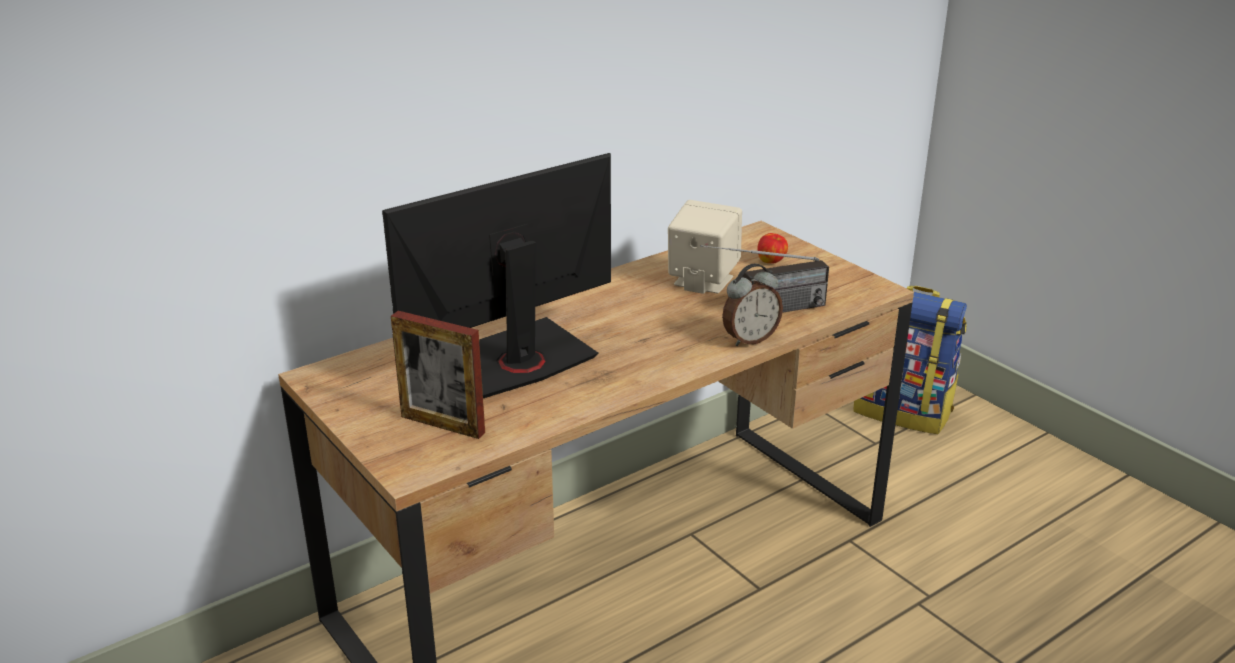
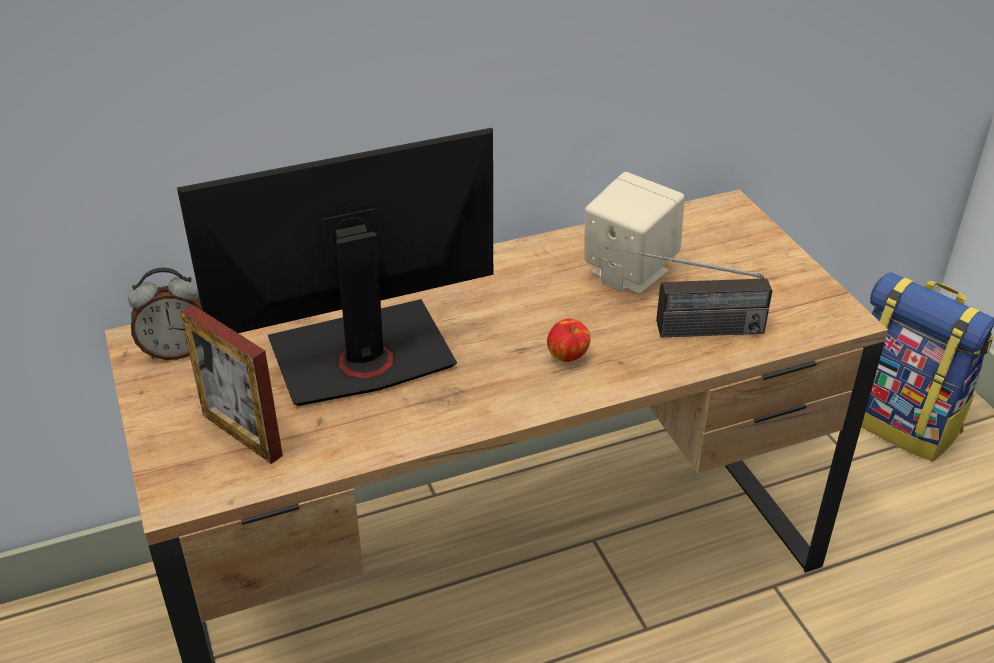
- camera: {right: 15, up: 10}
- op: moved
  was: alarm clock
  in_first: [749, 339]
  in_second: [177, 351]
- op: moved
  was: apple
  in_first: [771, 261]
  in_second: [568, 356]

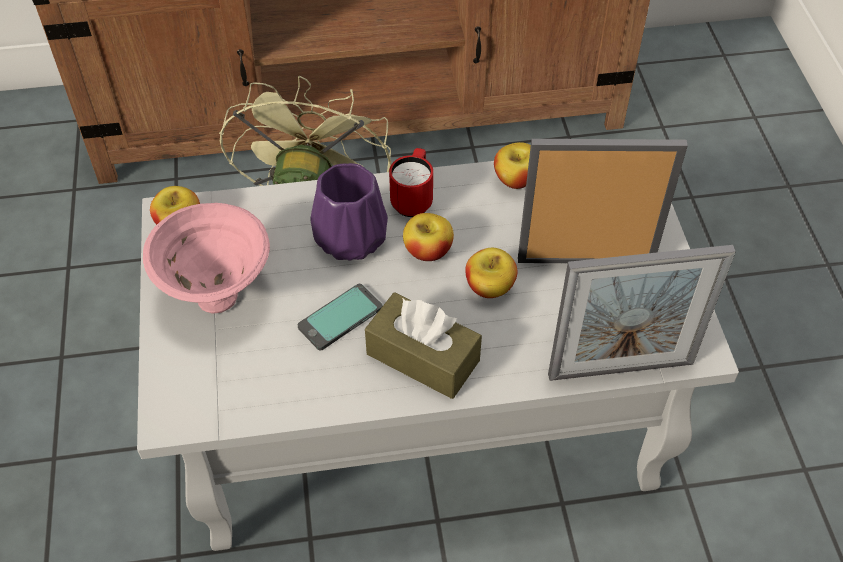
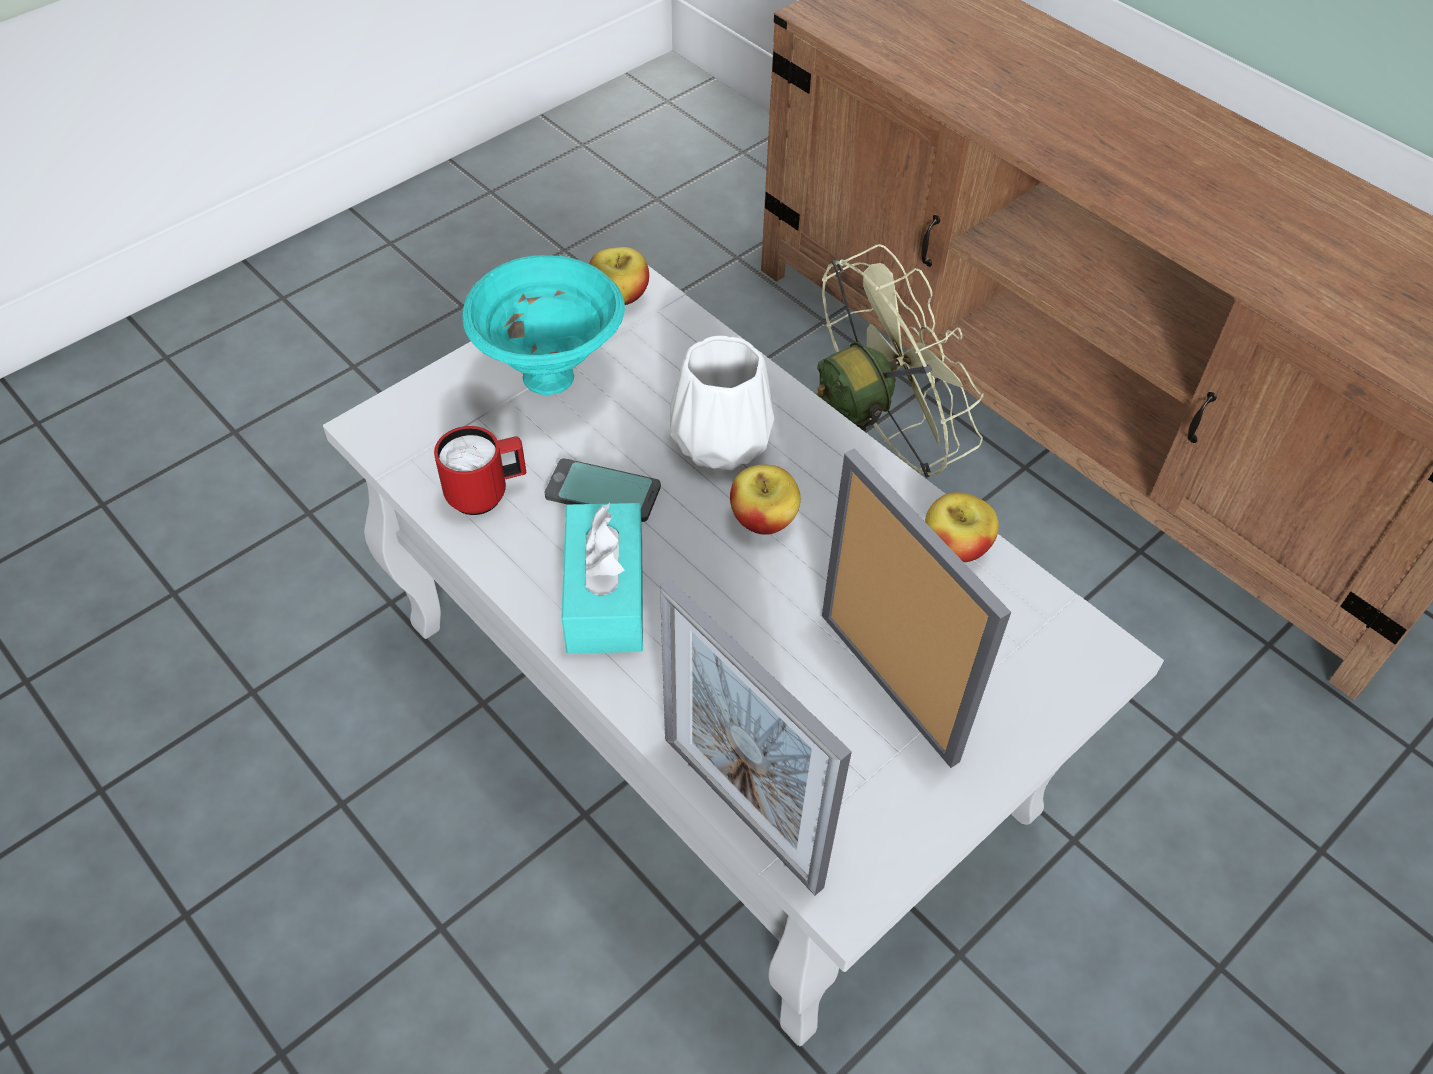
- camera: {right: 55, up: 0}
- op: recoloured
  was: pink bowl
  now: turquoise bowl
  in_first: [217, 295]
  in_second: [552, 376]
- op: recoloured
  was: purple vase
  now: white vase
  in_first: [348, 238]
  in_second: [719, 439]
- op: recoloured
  was: brown tissue box
  now: turquoise tissue box
  in_first: [423, 357]
  in_second: [605, 595]
- op: moved
  was: red mug
  in_first: [413, 199]
  in_second: [487, 494]
- op: removed
  was: apple
  in_first: [489, 287]

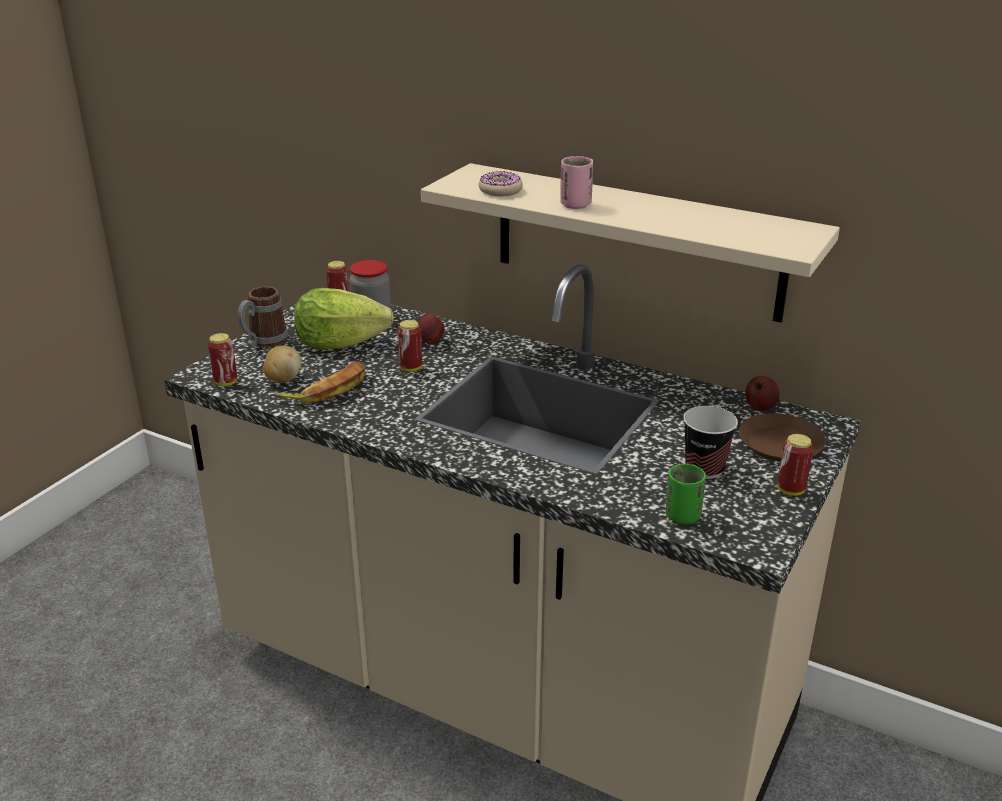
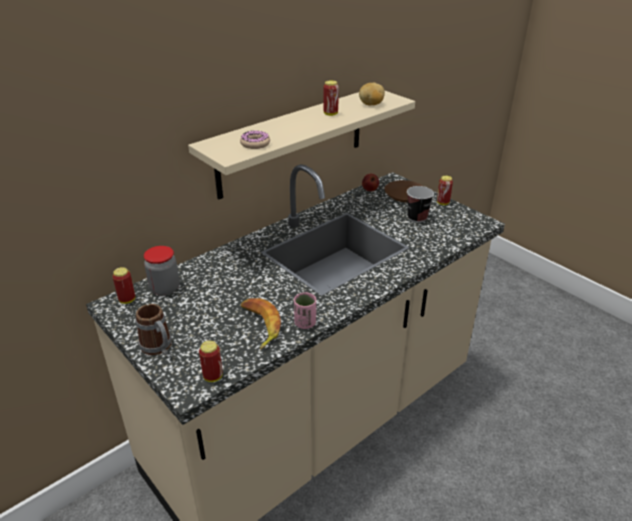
- camera: {right: -70, up: 5}
- op: moved
  was: potato
  in_first: [283, 379]
  in_second: [371, 104]
- op: removed
  was: lettuce
  in_first: [339, 344]
- op: moved
  was: can
  in_first: [411, 368]
  in_second: [330, 114]
- op: removed
  was: apple
  in_first: [429, 343]
- op: moved
  was: pink cup
  in_first: [575, 205]
  in_second: [305, 323]
- op: removed
  was: green cup
  in_first: [682, 516]

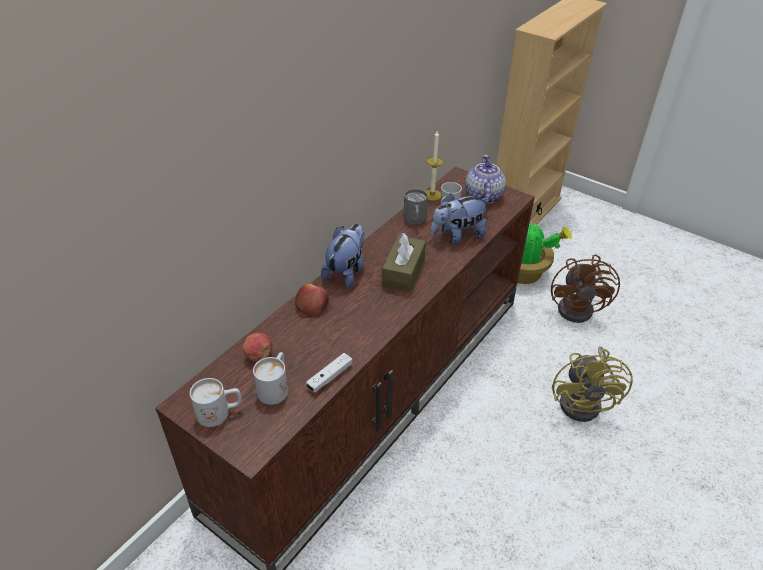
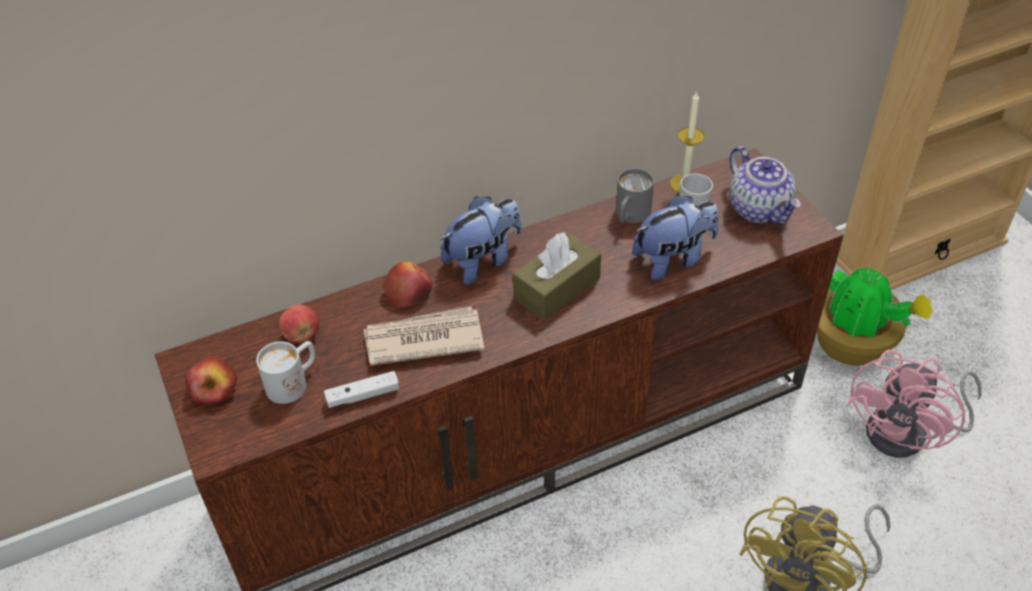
- camera: {right: 30, up: 5}
- op: replaced
  was: white mug
  now: apple
  in_first: [220, 413]
  in_second: [214, 388]
- op: turned
  was: plush toy
  in_first: [457, 236]
  in_second: [673, 259]
  clockwise: 150
- op: turned
  was: teapot
  in_first: [482, 196]
  in_second: [760, 209]
  clockwise: 120
- op: recoloured
  was: brown fan
  now: pink fan
  in_first: [580, 308]
  in_second: [908, 434]
- op: added
  now: newspaper
  in_second: [423, 339]

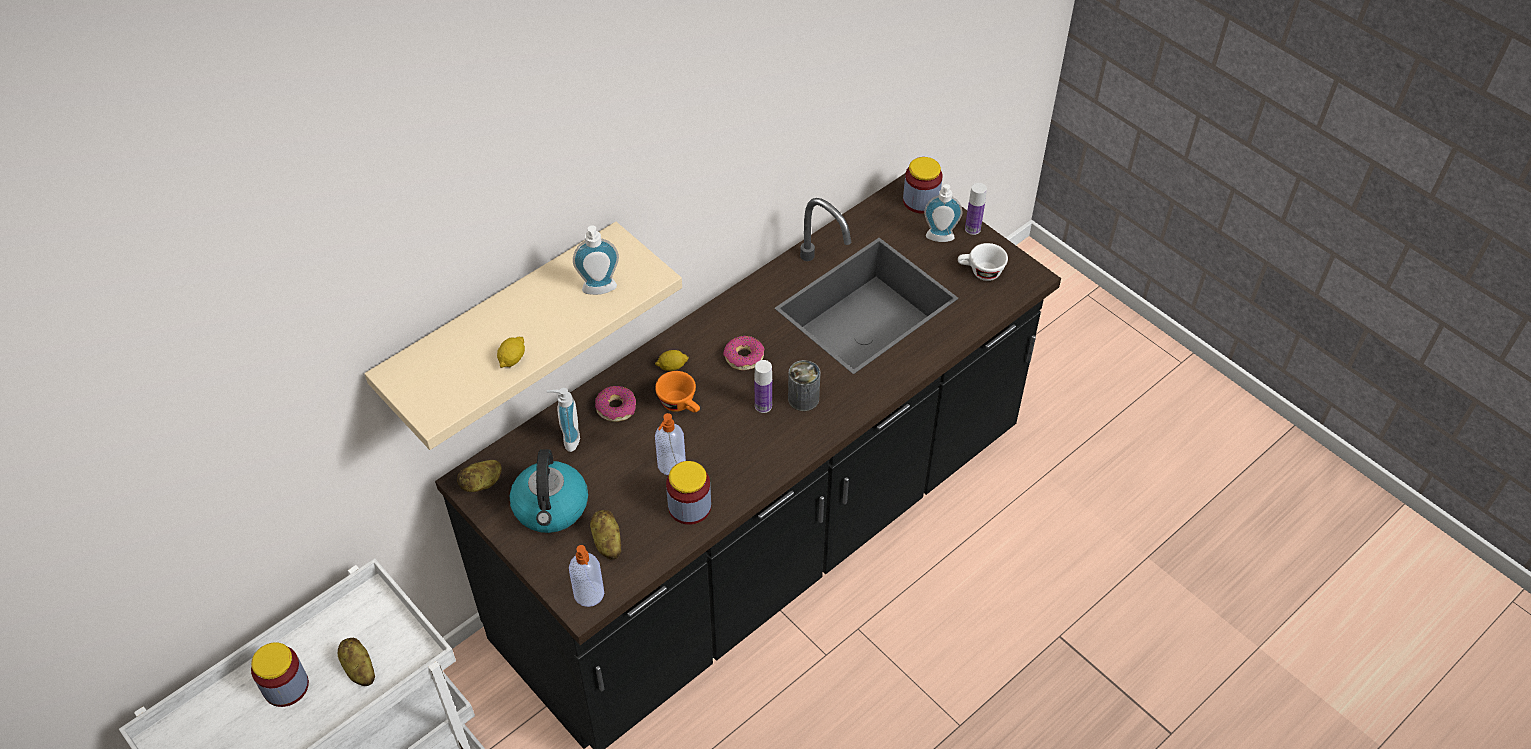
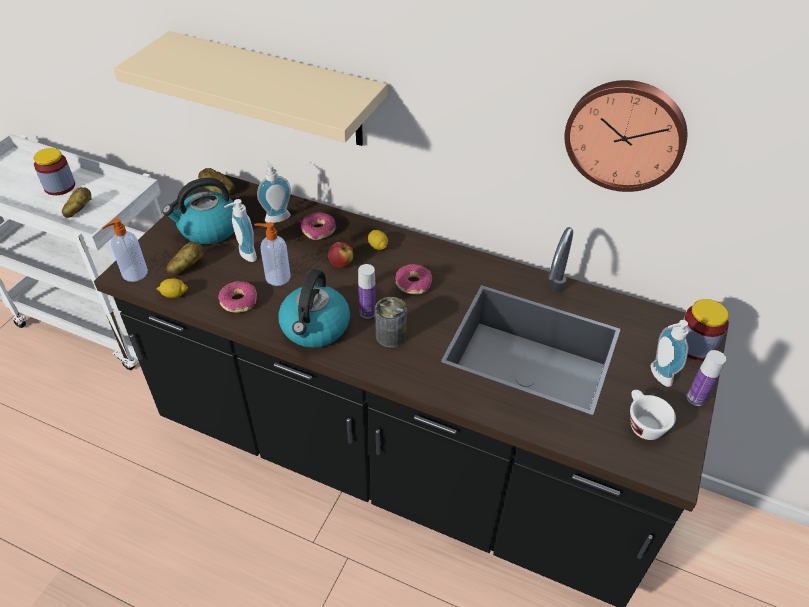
- camera: {right: 65, up: -5}
- op: moved
  was: lemon
  in_first: [512, 359]
  in_second: [174, 294]
- op: moved
  was: soap dispenser
  in_first: [600, 291]
  in_second: [244, 255]
- op: replaced
  was: orange cup
  now: apple
  in_first: [681, 405]
  in_second: [341, 263]
- op: replaced
  was: jar
  now: donut
  in_first: [689, 507]
  in_second: [239, 301]
- op: added
  now: kettle
  in_second: [315, 328]
- op: added
  now: wall clock
  in_second: [625, 134]

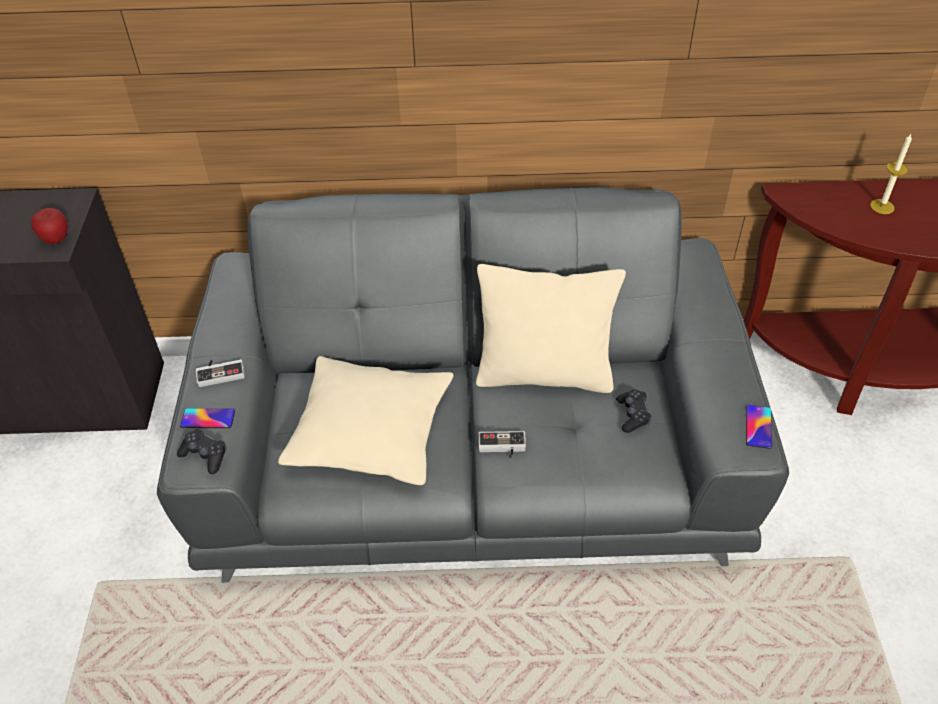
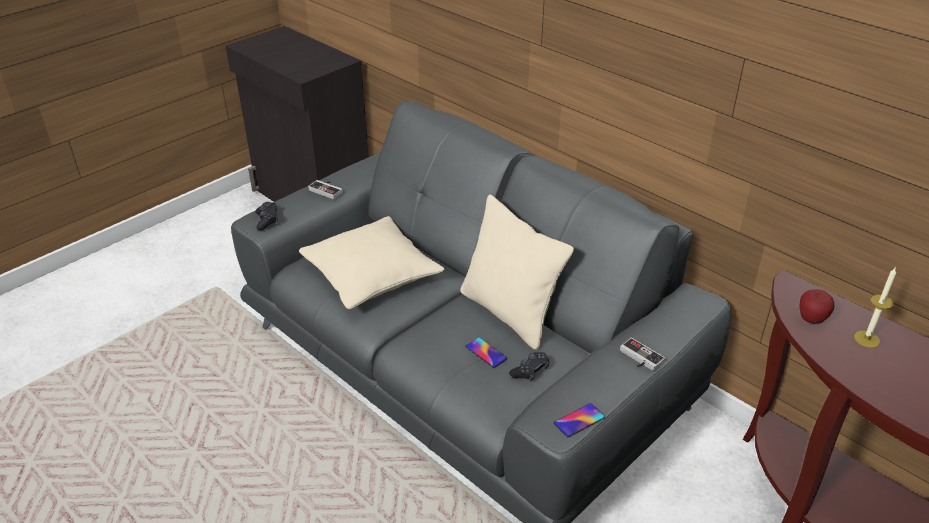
- camera: {right: 45, up: -10}
- op: moved
  was: apple
  in_first: [56, 240]
  in_second: [811, 320]
- op: moved
  was: phone
  in_first: [208, 418]
  in_second: [486, 352]
- op: moved
  was: game controller
  in_first: [502, 447]
  in_second: [639, 358]

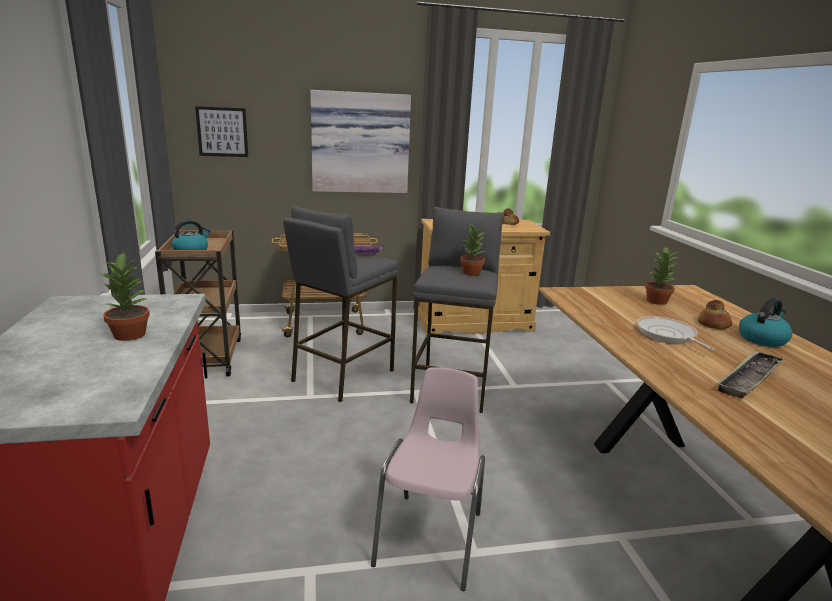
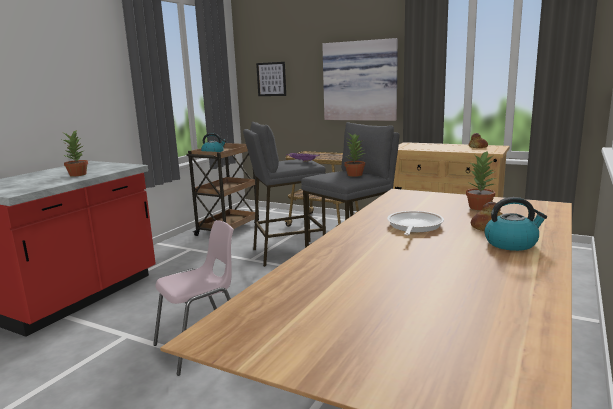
- camera: {right: 40, up: -5}
- op: removed
  was: tray
  in_first: [749, 379]

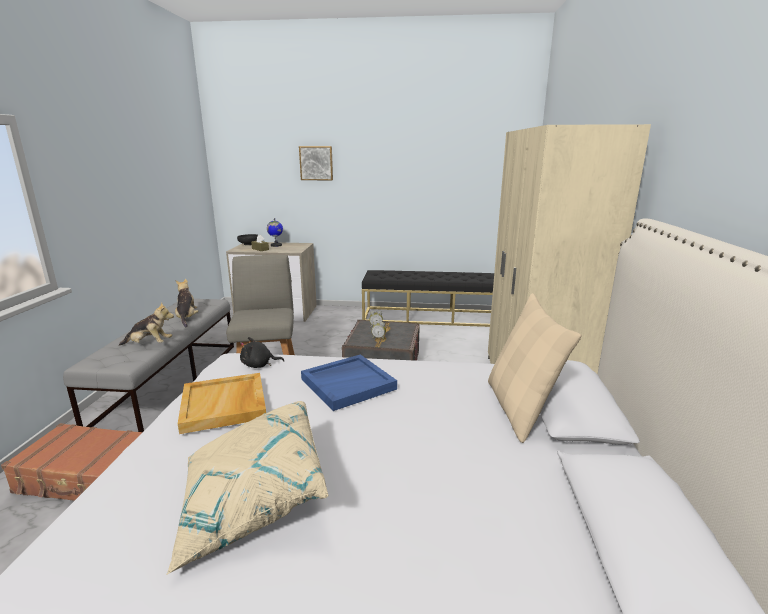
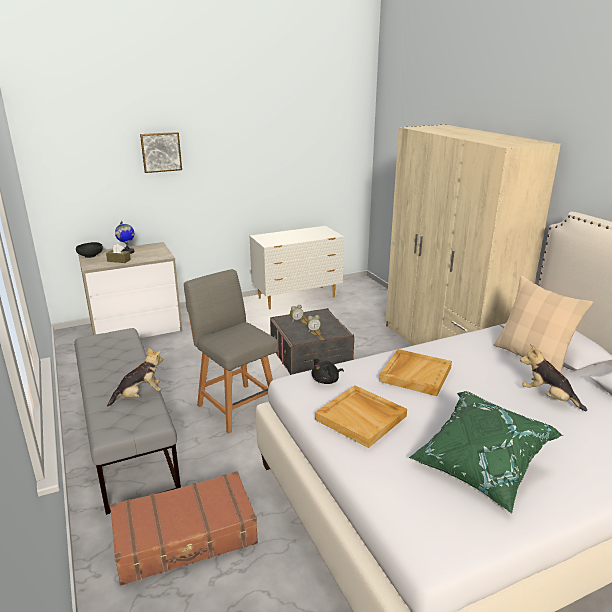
- camera: {right: -30, up: 5}
- op: recoloured
  was: beige pillow
  now: green pillow
  in_first: [251, 502]
  in_second: [479, 466]
- op: moved
  was: plush toy
  in_first: [187, 318]
  in_second: [548, 397]
- op: recoloured
  was: blue tray
  now: beige tray
  in_first: [348, 383]
  in_second: [415, 374]
- op: replaced
  was: black bench
  now: white dresser
  in_first: [430, 317]
  in_second: [297, 298]

